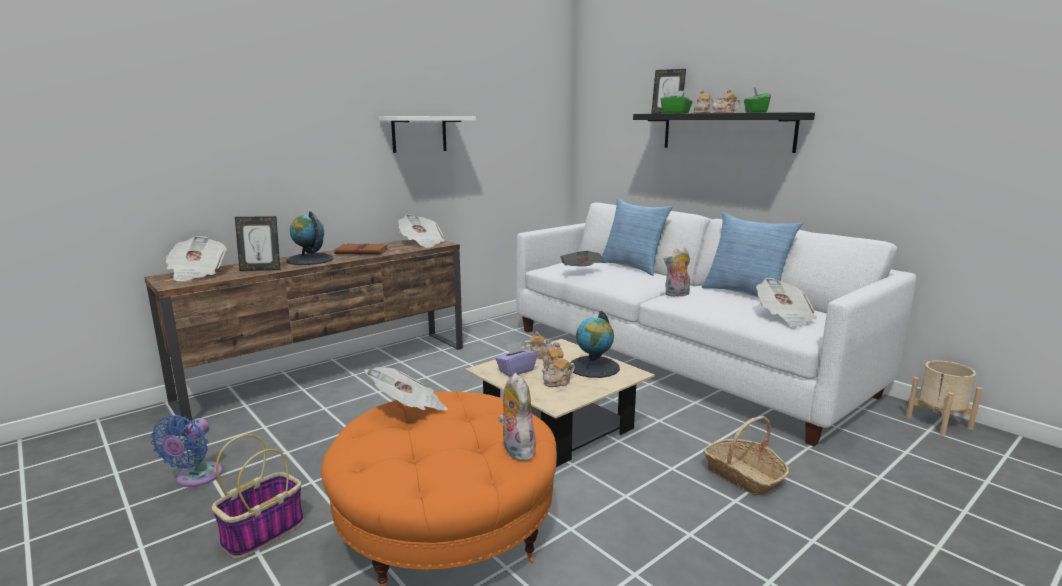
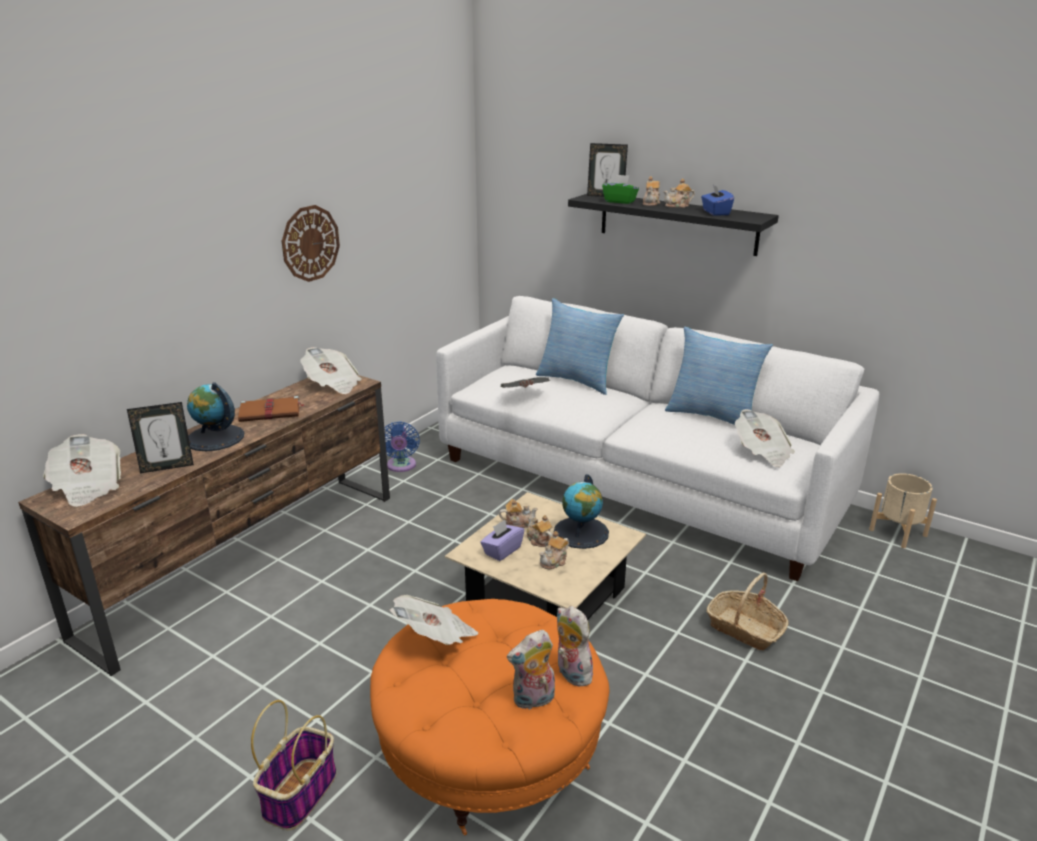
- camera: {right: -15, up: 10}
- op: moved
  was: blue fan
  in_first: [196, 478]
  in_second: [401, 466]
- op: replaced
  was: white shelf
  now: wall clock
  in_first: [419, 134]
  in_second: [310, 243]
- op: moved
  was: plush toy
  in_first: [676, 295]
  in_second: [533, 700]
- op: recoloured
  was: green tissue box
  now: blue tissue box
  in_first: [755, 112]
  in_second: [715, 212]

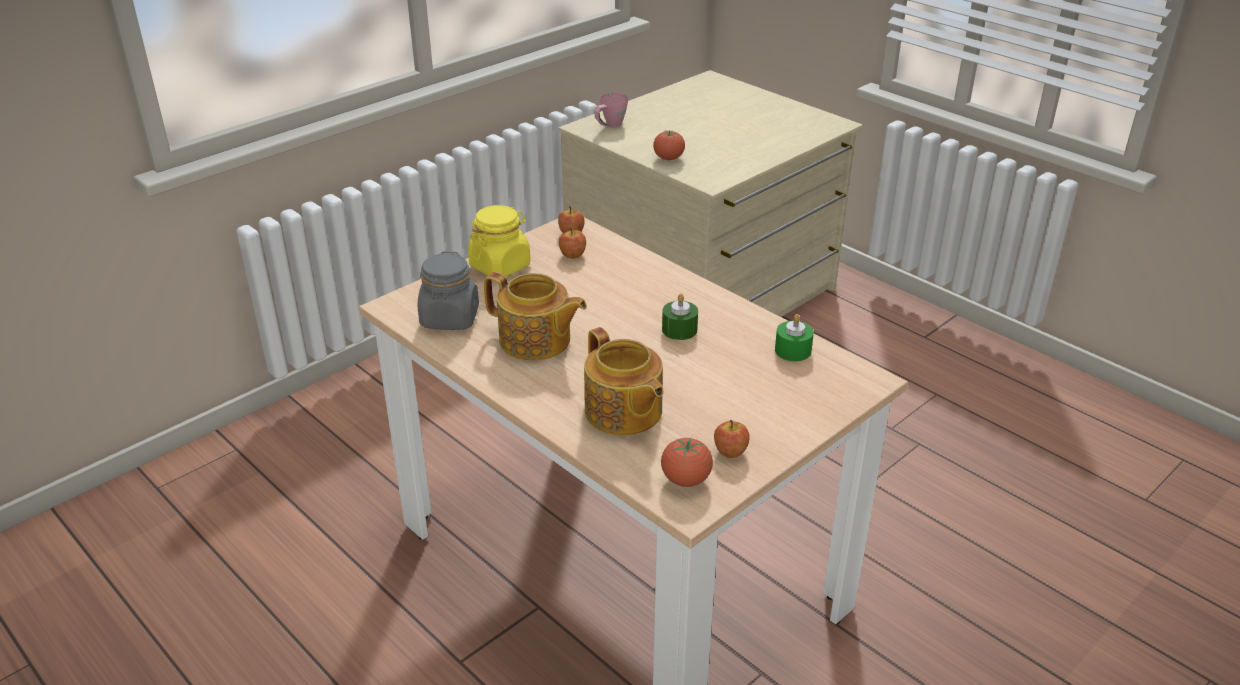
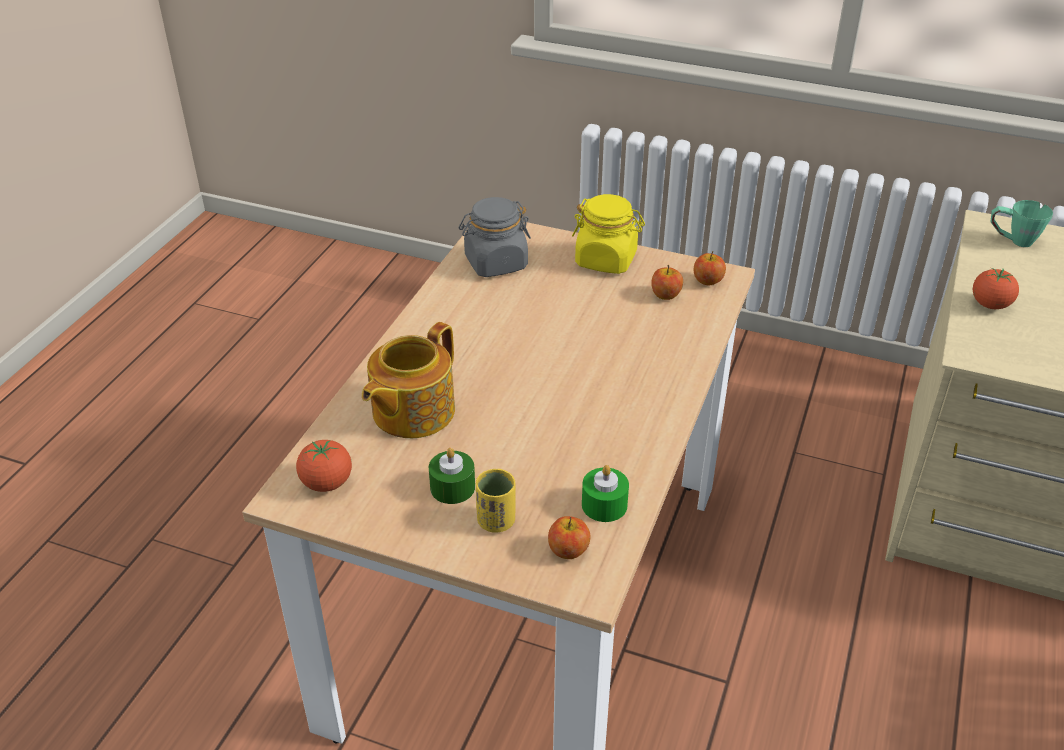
- camera: {right: 65, up: 5}
- op: removed
  was: teapot
  in_first: [536, 341]
- op: recoloured
  was: pink mug
  now: green mug
  in_first: [609, 126]
  in_second: [1012, 241]
- op: moved
  was: green candle
  in_first: [679, 329]
  in_second: [452, 487]
- op: moved
  was: apple
  in_first: [730, 452]
  in_second: [568, 551]
- op: added
  now: yellow cup
  in_second: [496, 521]

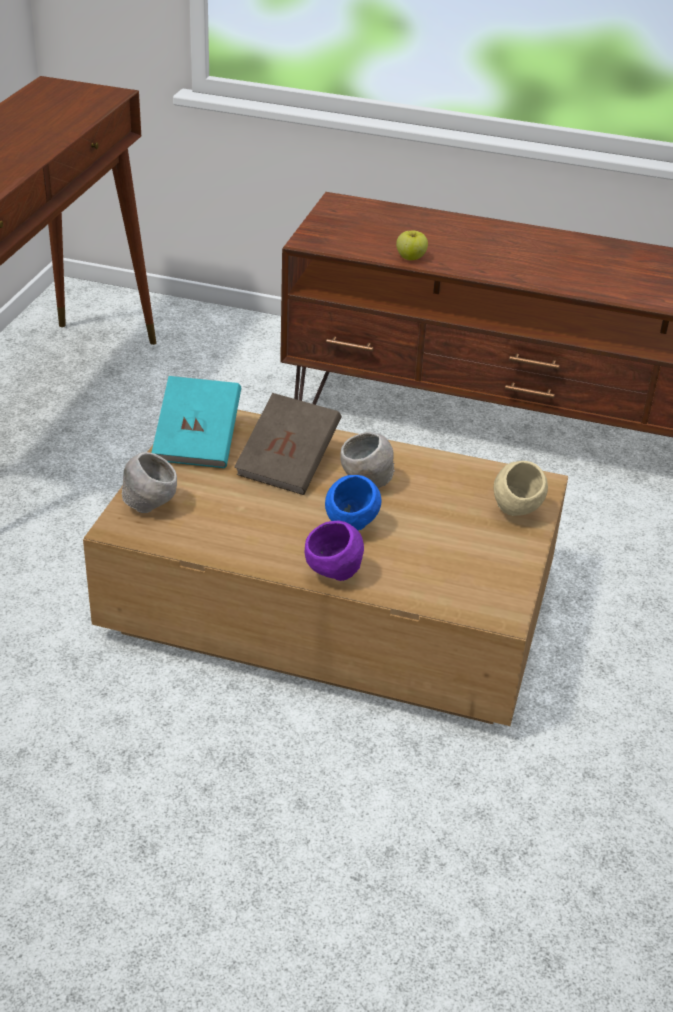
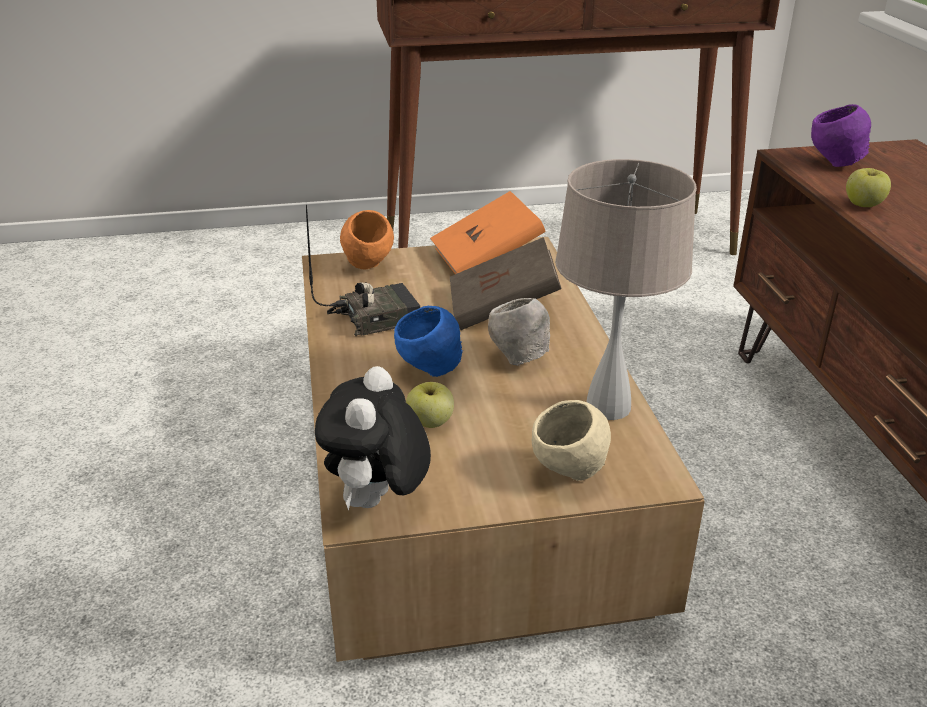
- camera: {right: 65, up: -5}
- op: recoloured
  was: grey bowl
  now: orange bowl
  in_first: [150, 507]
  in_second: [368, 267]
- op: recoloured
  was: turquoise book
  now: orange book
  in_first: [198, 442]
  in_second: [486, 259]
- op: moved
  was: purple bowl
  in_first: [334, 576]
  in_second: [834, 164]
- op: added
  now: radio
  in_second: [375, 317]
- op: added
  now: plush toy
  in_second: [377, 503]
- op: added
  now: apple
  in_second: [430, 422]
- op: added
  now: beige table lamp
  in_second: [609, 406]

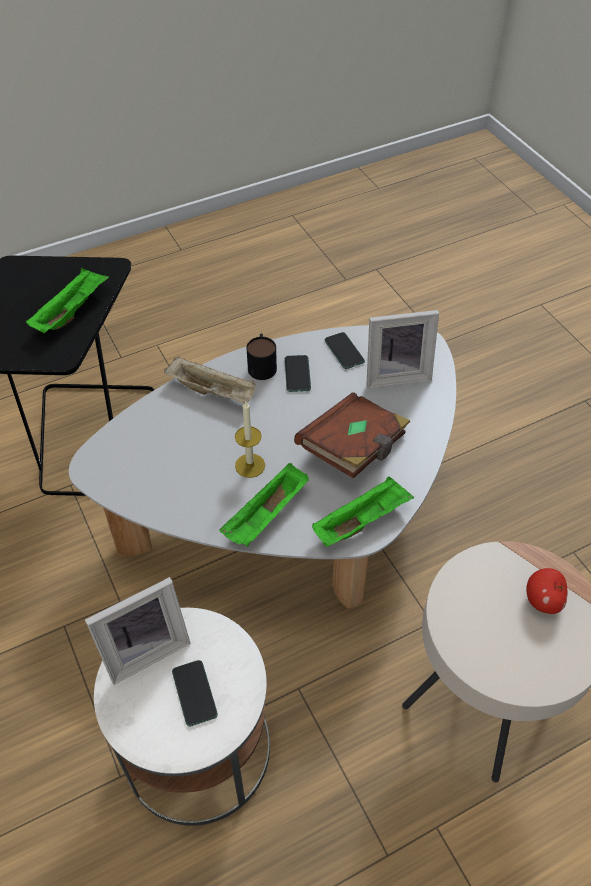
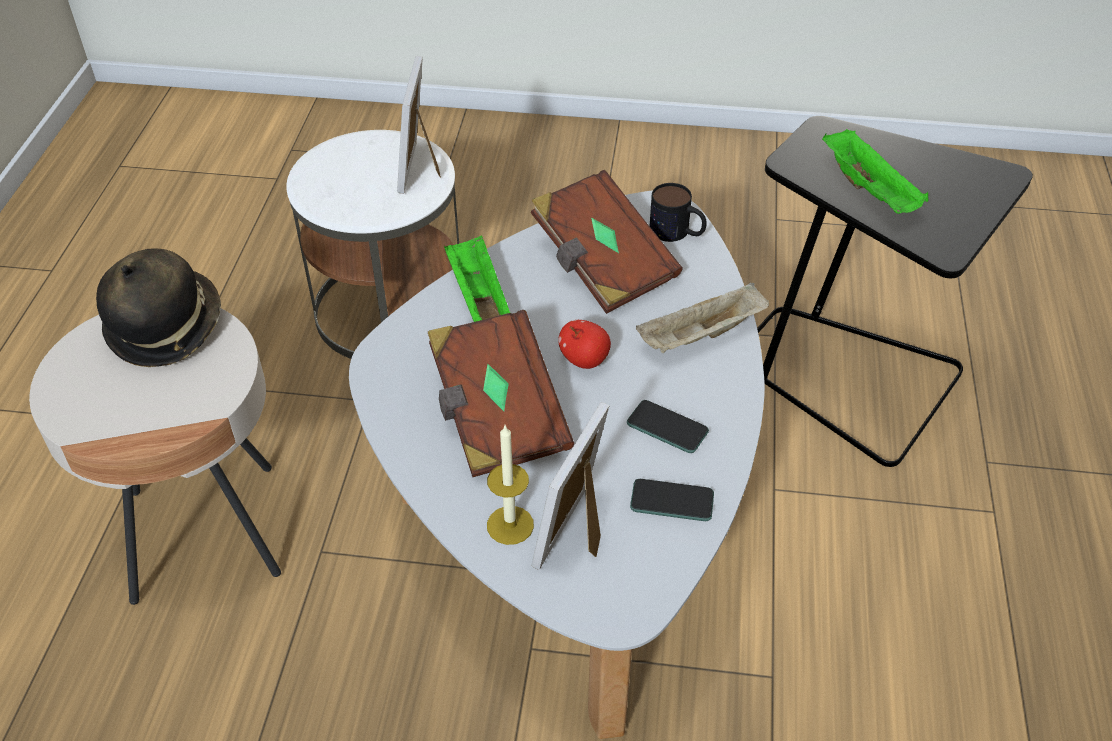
- camera: {right: 125, up: -5}
- op: removed
  was: phone
  in_first: [194, 693]
- op: moved
  was: candle
  in_first: [250, 465]
  in_second: [510, 525]
- op: moved
  was: mug
  in_first: [262, 364]
  in_second: [677, 232]
- op: removed
  was: green tray
  in_first: [362, 521]
- op: moved
  was: apple
  in_first: [542, 600]
  in_second: [584, 360]
- op: added
  now: hat
  in_second: [165, 327]
- op: added
  now: brown book
  in_second: [602, 264]

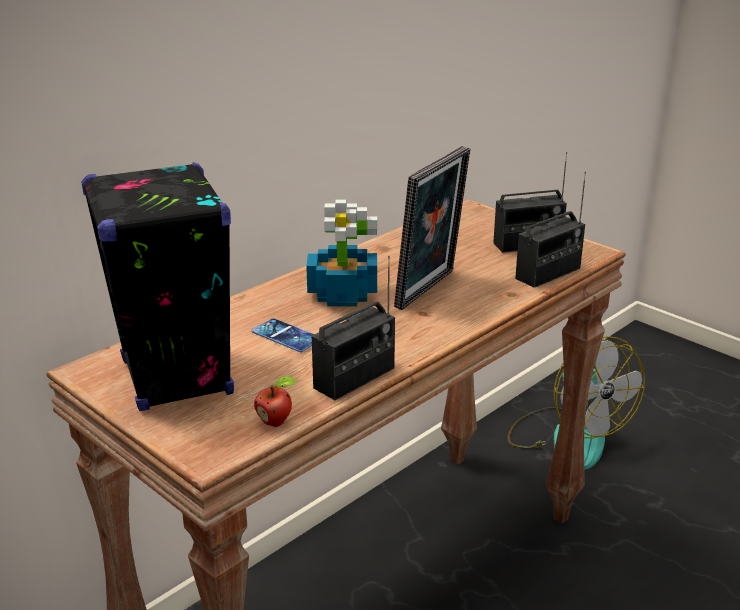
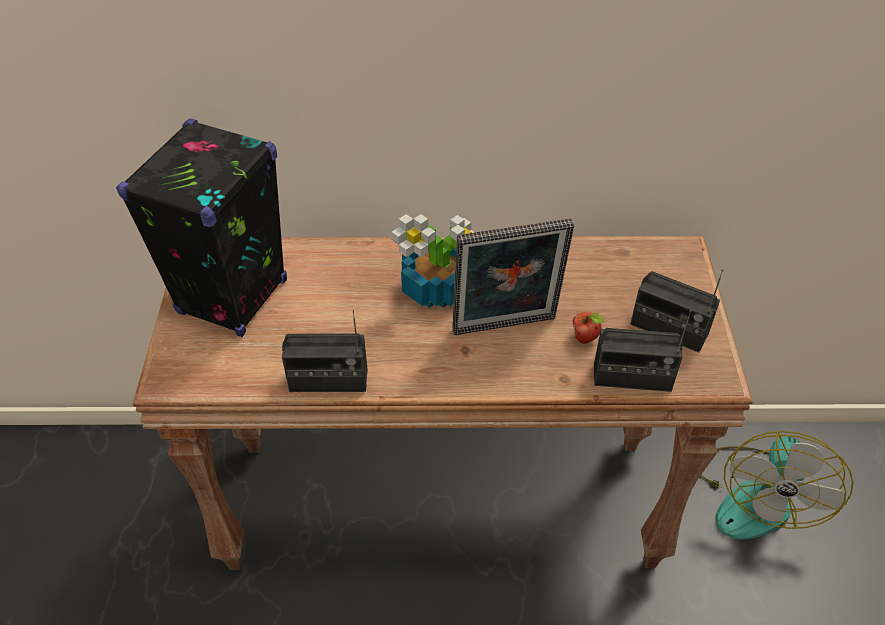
- camera: {right: 45, up: 20}
- op: removed
  was: phone
  in_first: [286, 336]
- op: moved
  was: apple
  in_first: [276, 422]
  in_second: [585, 339]

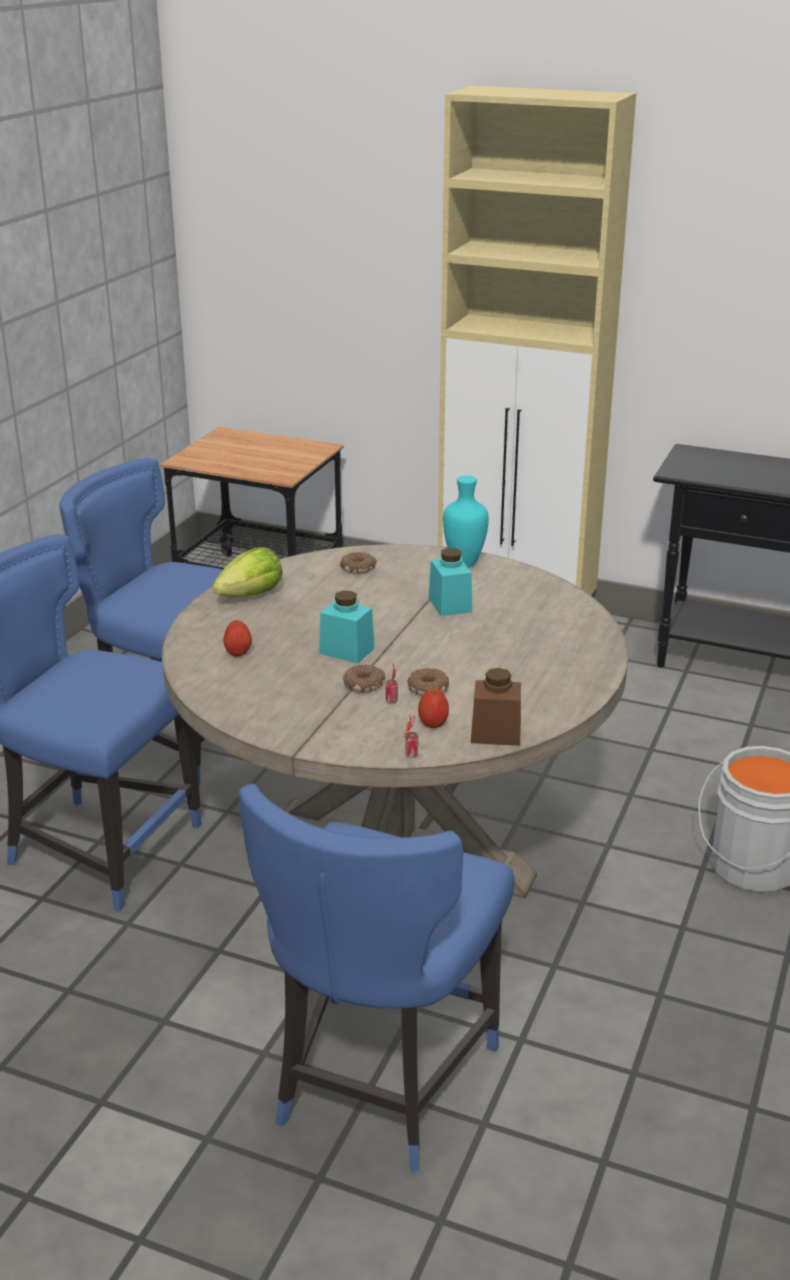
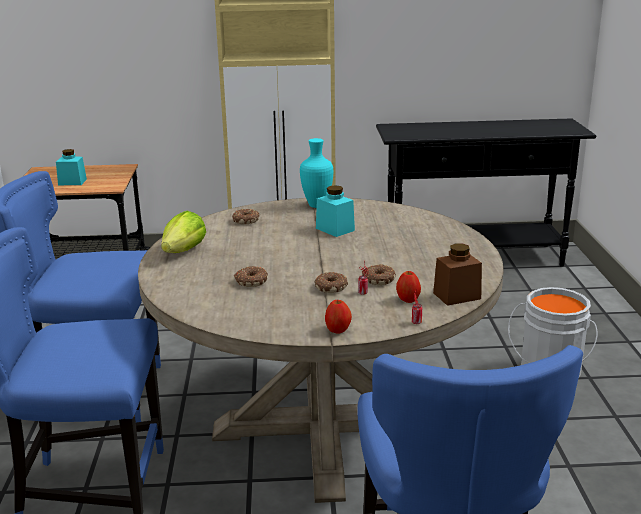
- camera: {right: -25, up: -5}
- op: moved
  was: apple
  in_first: [238, 653]
  in_second: [338, 330]
- op: moved
  was: turquoise jar
  in_first: [347, 651]
  in_second: [72, 182]
- op: added
  now: donut
  in_second: [251, 281]

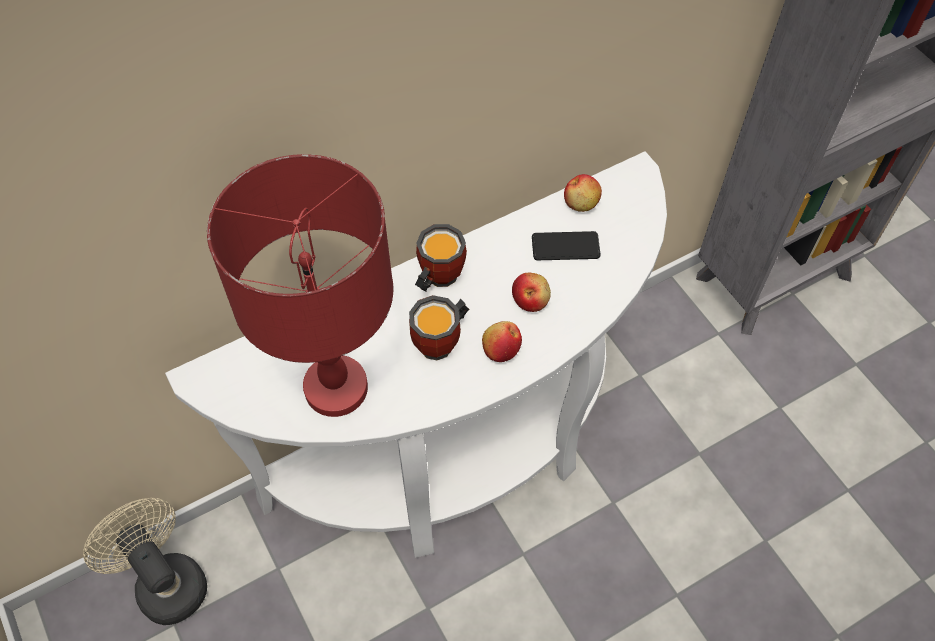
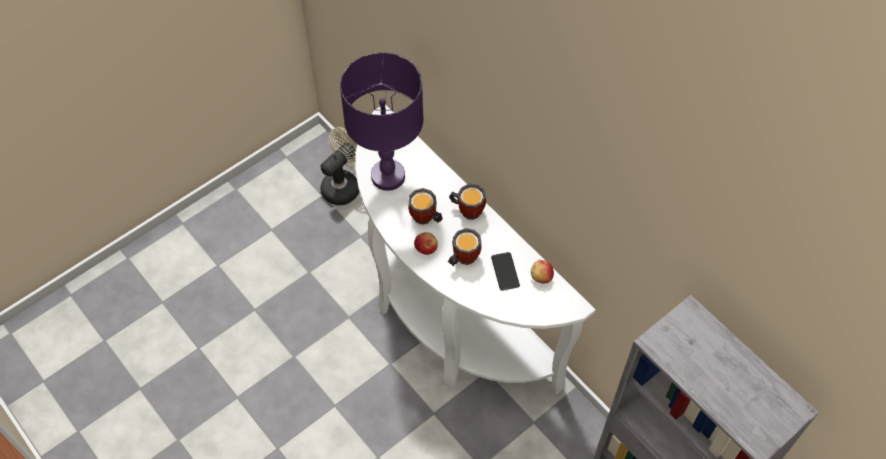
- camera: {right: 80, up: 0}
- op: recoloured
  was: red table lamp
  now: purple table lamp
  in_first: [336, 389]
  in_second: [387, 177]
- op: replaced
  was: apple
  now: mug
  in_first: [530, 300]
  in_second: [462, 258]

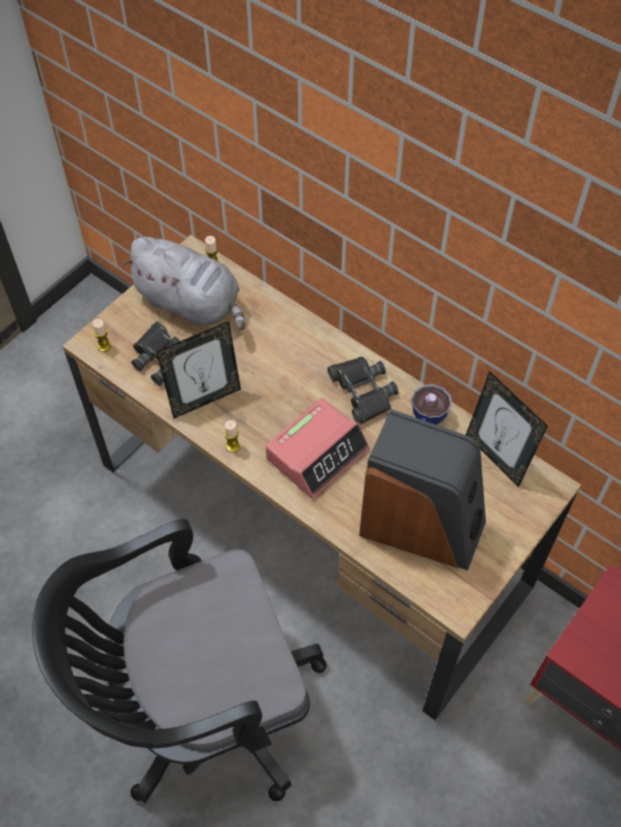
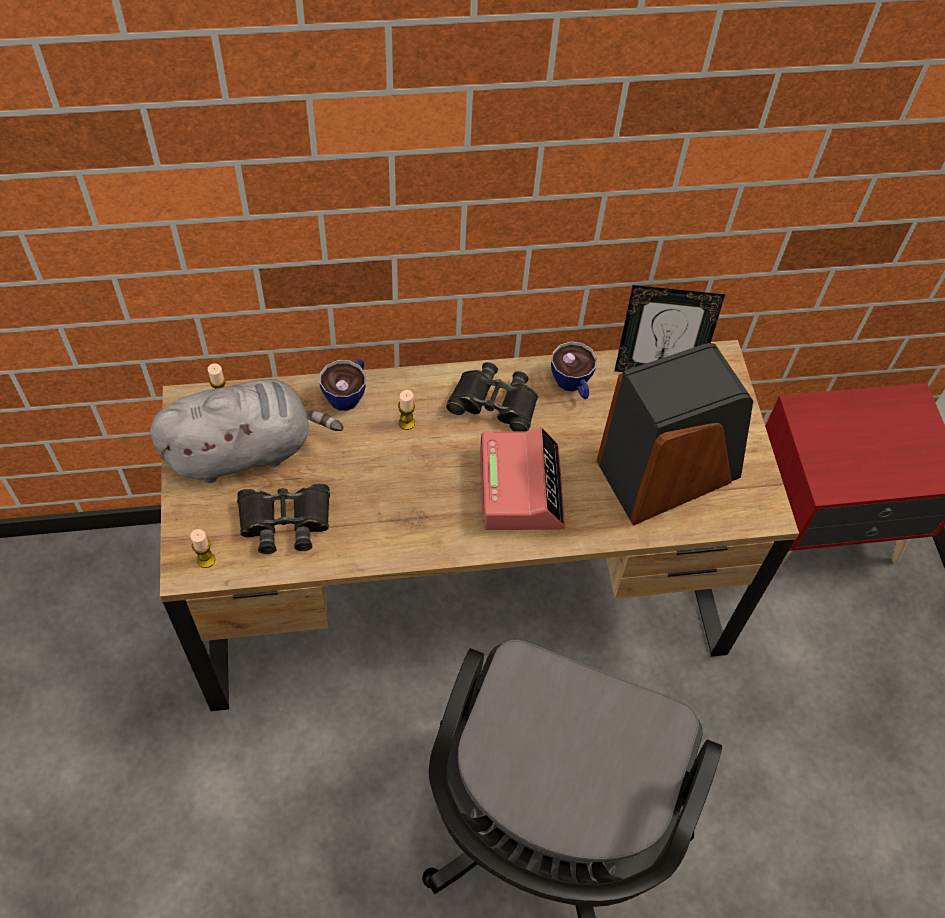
- camera: {right: -50, up: 0}
- op: removed
  was: picture frame
  in_first: [204, 399]
- op: moved
  was: candle
  in_first: [233, 446]
  in_second: [406, 423]
- op: added
  now: cup
  in_second: [348, 393]

